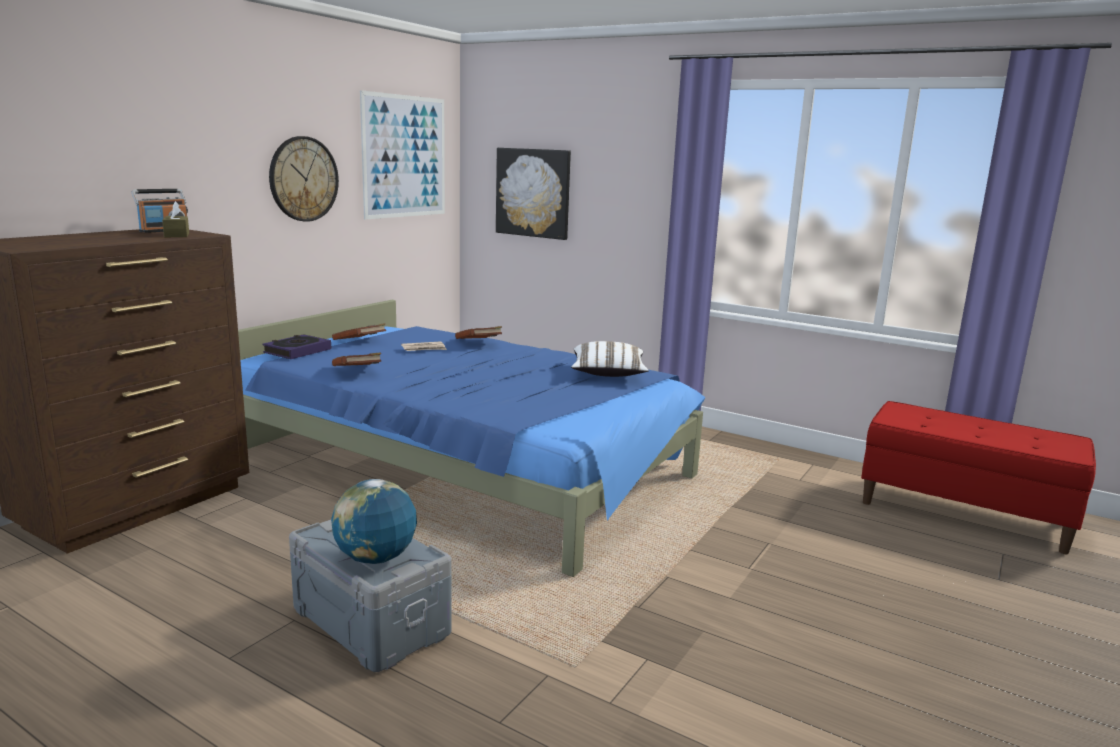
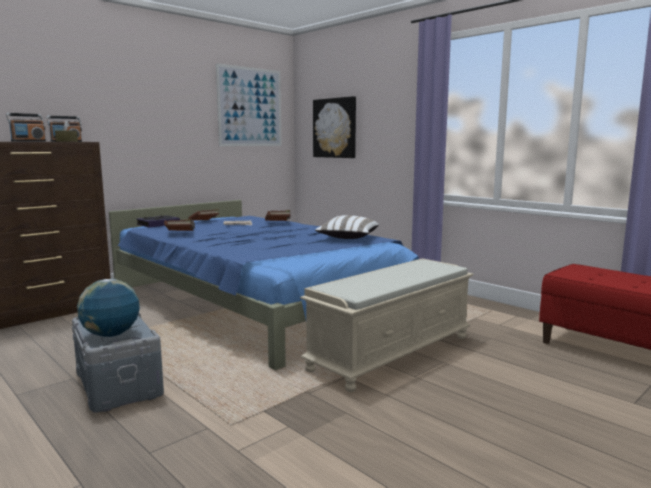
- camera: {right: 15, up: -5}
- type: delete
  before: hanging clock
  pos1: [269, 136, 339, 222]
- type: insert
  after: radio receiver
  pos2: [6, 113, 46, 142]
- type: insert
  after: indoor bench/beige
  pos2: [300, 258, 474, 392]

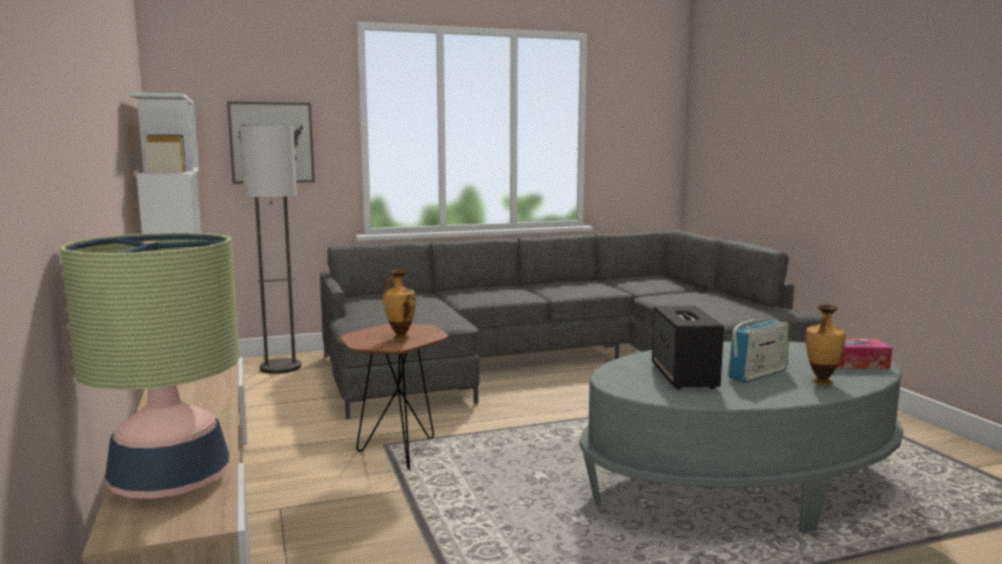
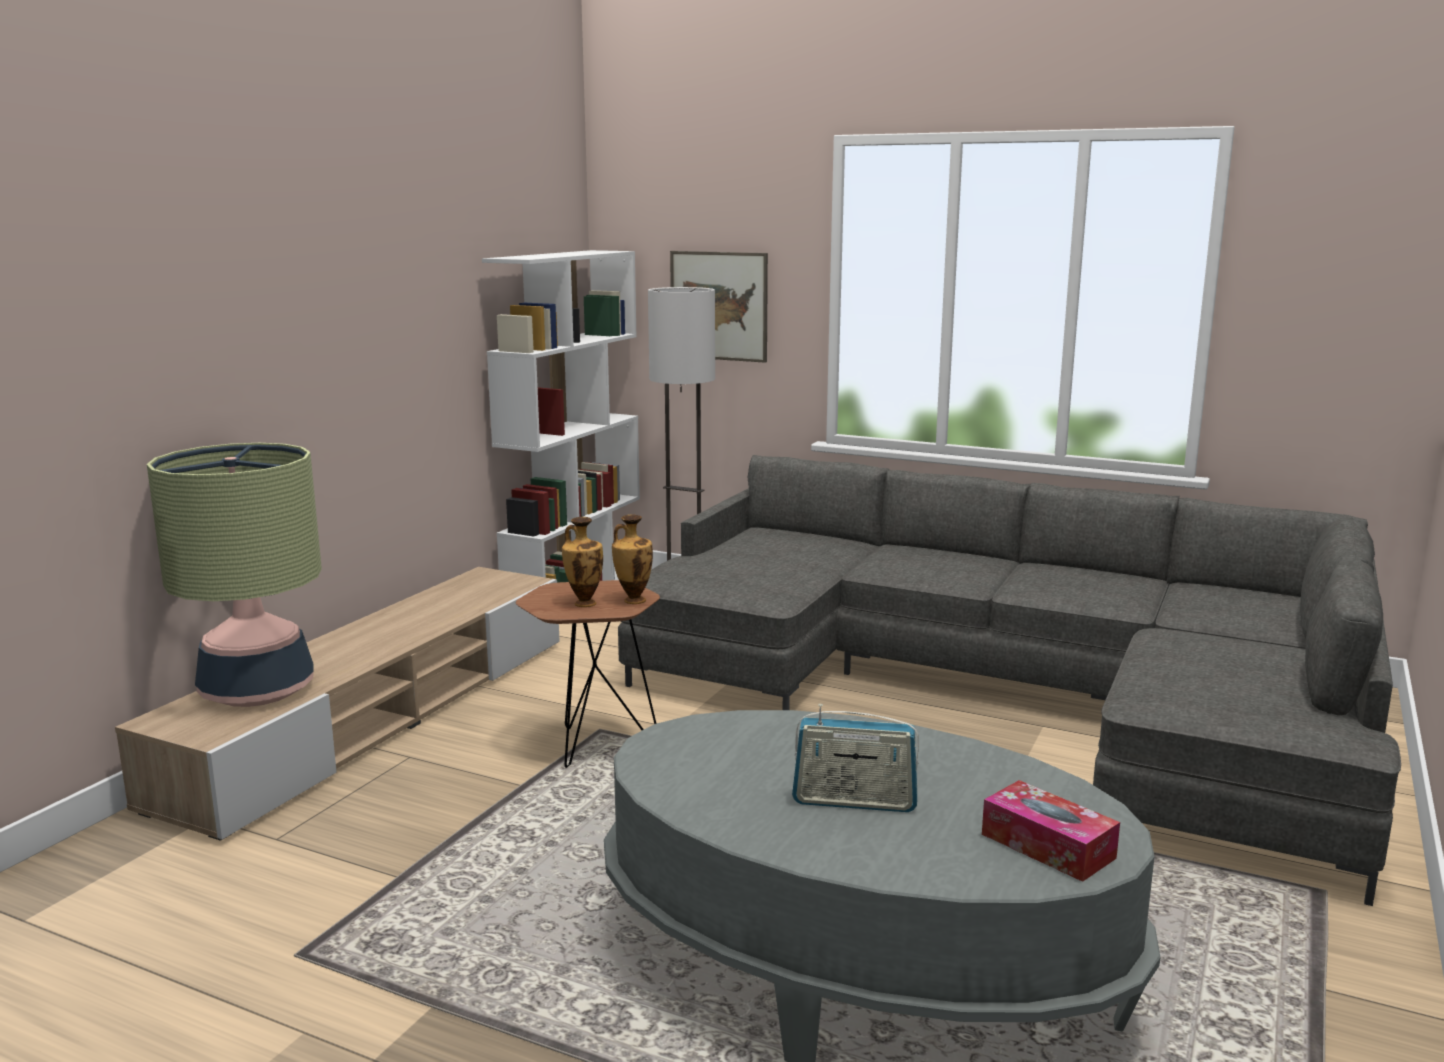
- camera: {right: 45, up: 5}
- type: delete
  before: speaker
  pos1: [652, 306, 724, 390]
- type: move
  before: decorative vase
  pos1: [806, 305, 846, 385]
  pos2: [612, 514, 653, 604]

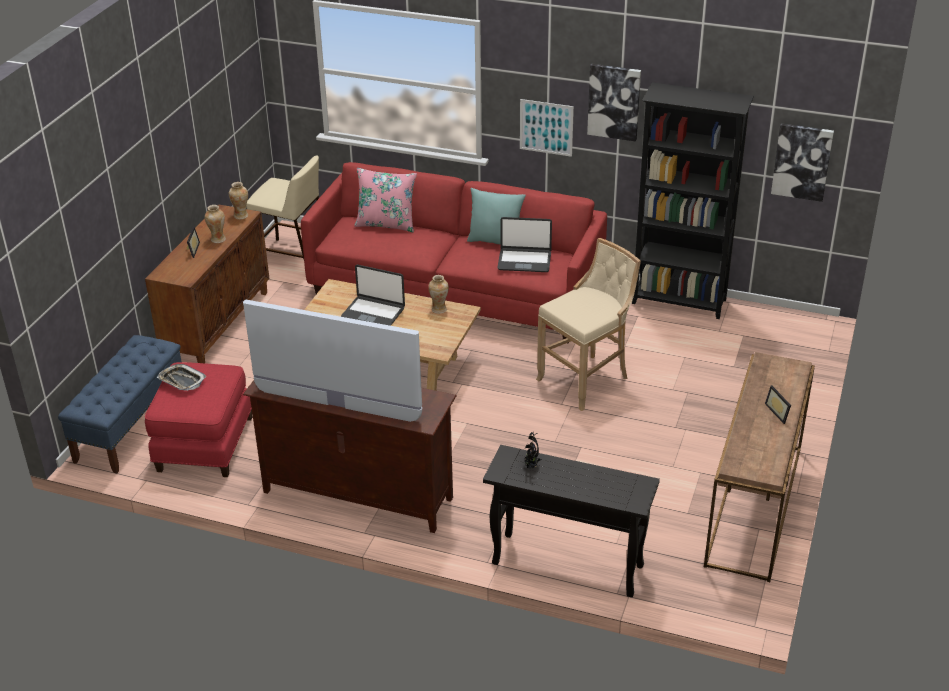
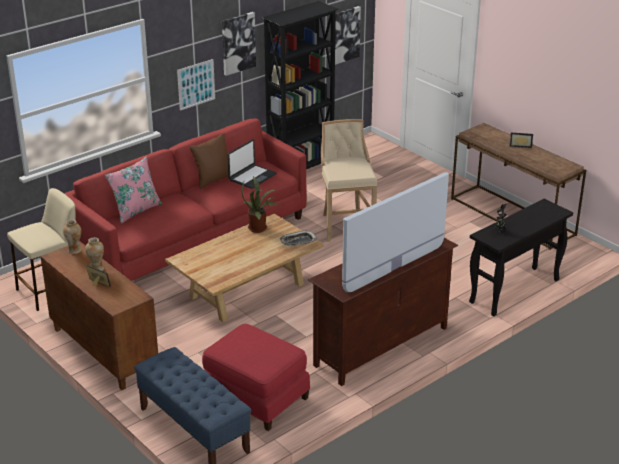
- camera: {right: -60, up: -5}
- type: move
  before: serving tray
  pos1: [157, 364, 206, 391]
  pos2: [280, 230, 317, 247]
- type: delete
  before: portable computer
  pos1: [341, 265, 405, 326]
- type: replace
  before: decorative vase
  after: plant in a pot
  pos1: [428, 275, 449, 314]
  pos2: [241, 177, 277, 233]
- type: recolor
  before: cushion/turquoise
  after: cushion/brown-coloured
  pos1: [467, 188, 526, 245]
  pos2: [190, 133, 229, 189]

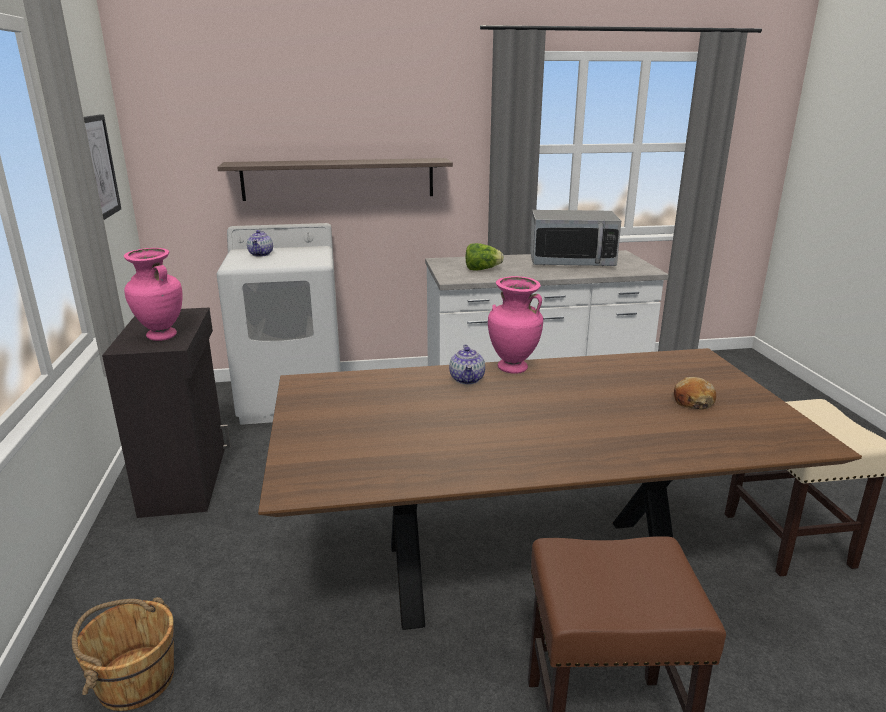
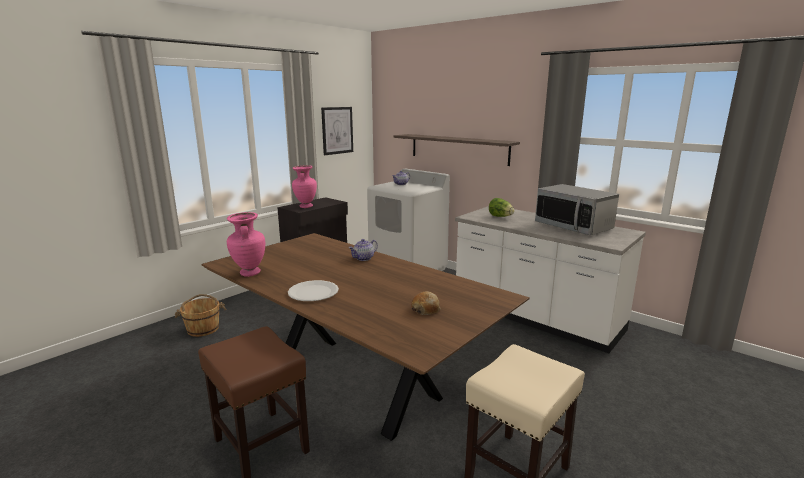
- camera: {right: 50, up: -5}
- type: move
  before: decorative vase/pink
  pos1: [488, 276, 543, 374]
  pos2: [227, 212, 265, 277]
- type: insert
  after: dinner plate/whitish
  pos2: [288, 280, 339, 301]

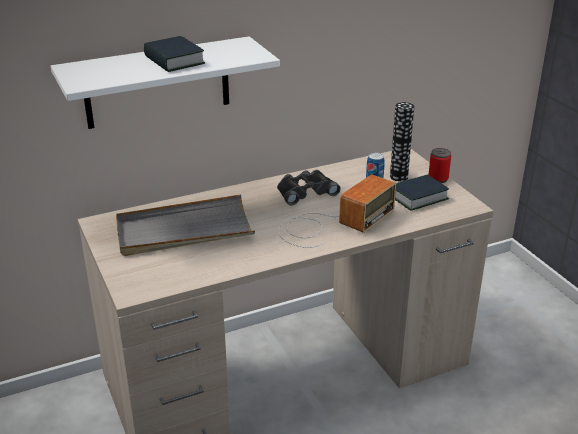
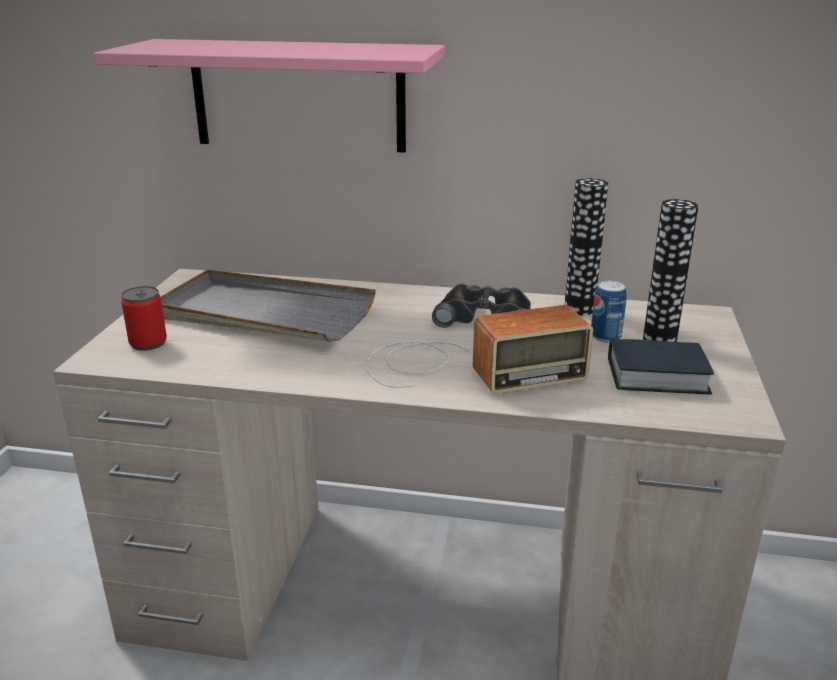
- camera: {right: 35, up: -5}
- type: recolor
  before: shelf/whitish
  after: shelf/pink
  pos1: [51, 36, 280, 129]
  pos2: [94, 39, 445, 153]
- type: delete
  before: volume
  pos1: [143, 36, 205, 72]
- type: move
  before: sealed can
  pos1: [428, 148, 451, 183]
  pos2: [121, 286, 167, 351]
- type: insert
  after: decorative vase
  pos2: [565, 178, 608, 316]

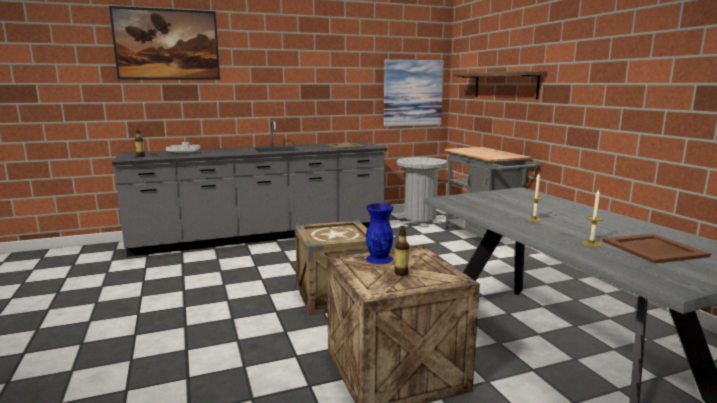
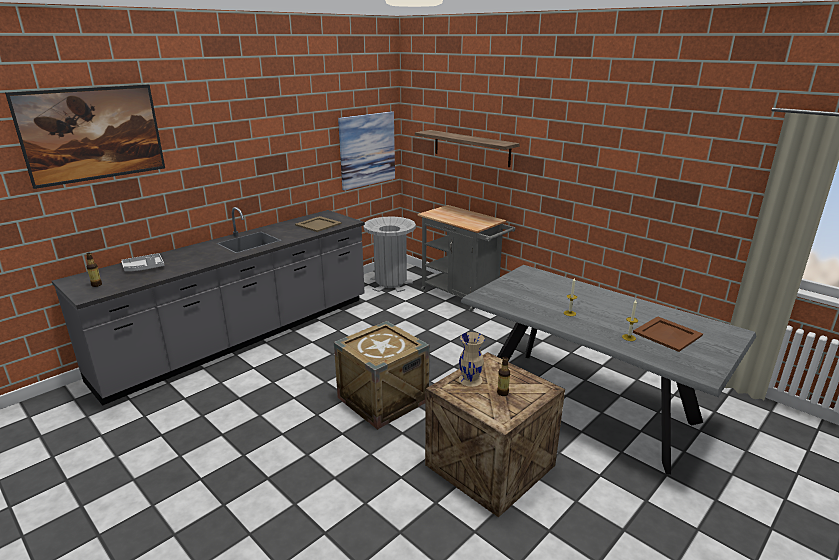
- camera: {right: -25, up: 10}
- type: recolor
  before: decorative vase/blue
  after: decorative vase/beige
  pos1: [366, 203, 394, 264]
  pos2: [459, 332, 485, 387]

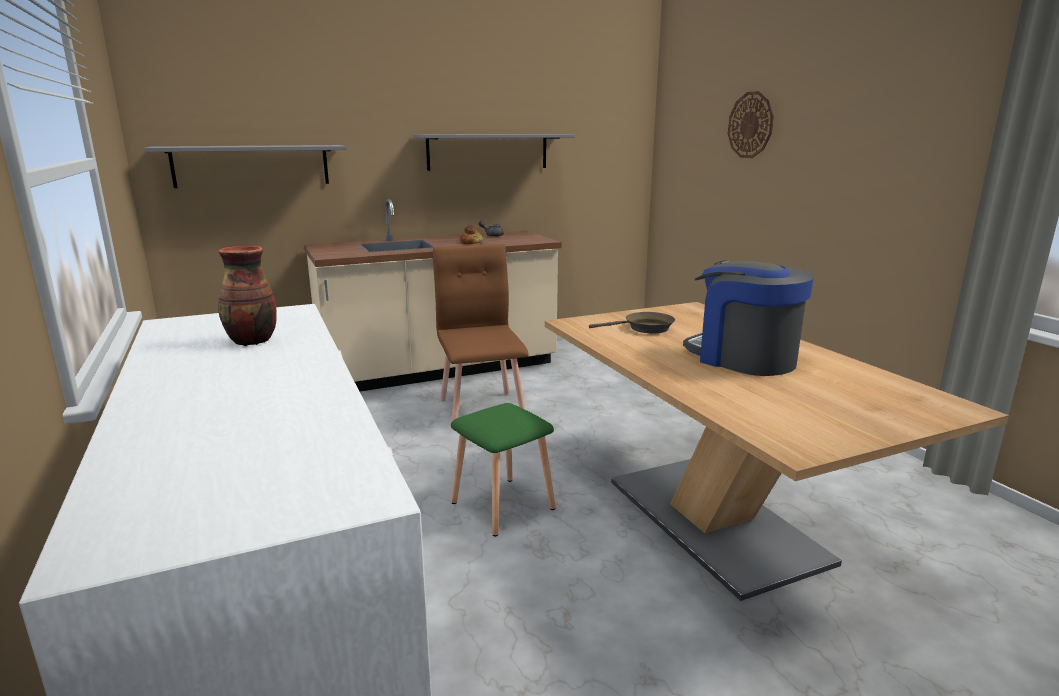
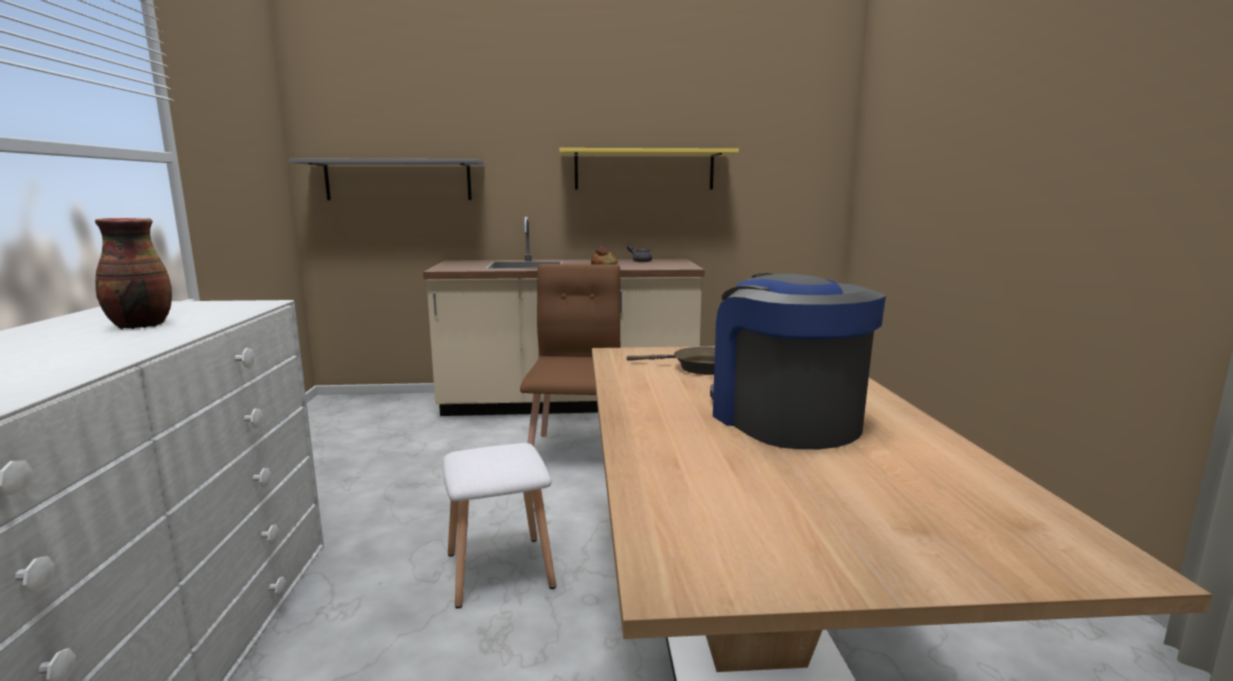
- camera: {right: 20, up: -5}
- type: recolor
  before: shelf/grey
  after: shelf/yellow-coloured
  pos1: [413, 134, 575, 171]
  pos2: [559, 148, 739, 189]
- type: recolor
  before: stool/green-coloured
  after: stool/whitish
  pos1: [451, 403, 556, 536]
  pos2: [443, 443, 556, 608]
- type: delete
  before: hanging clock
  pos1: [728, 91, 774, 158]

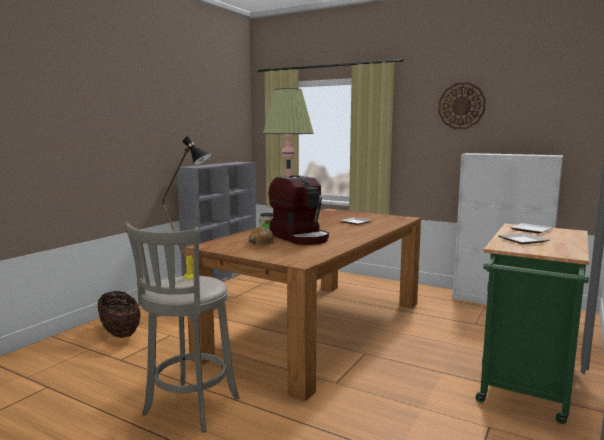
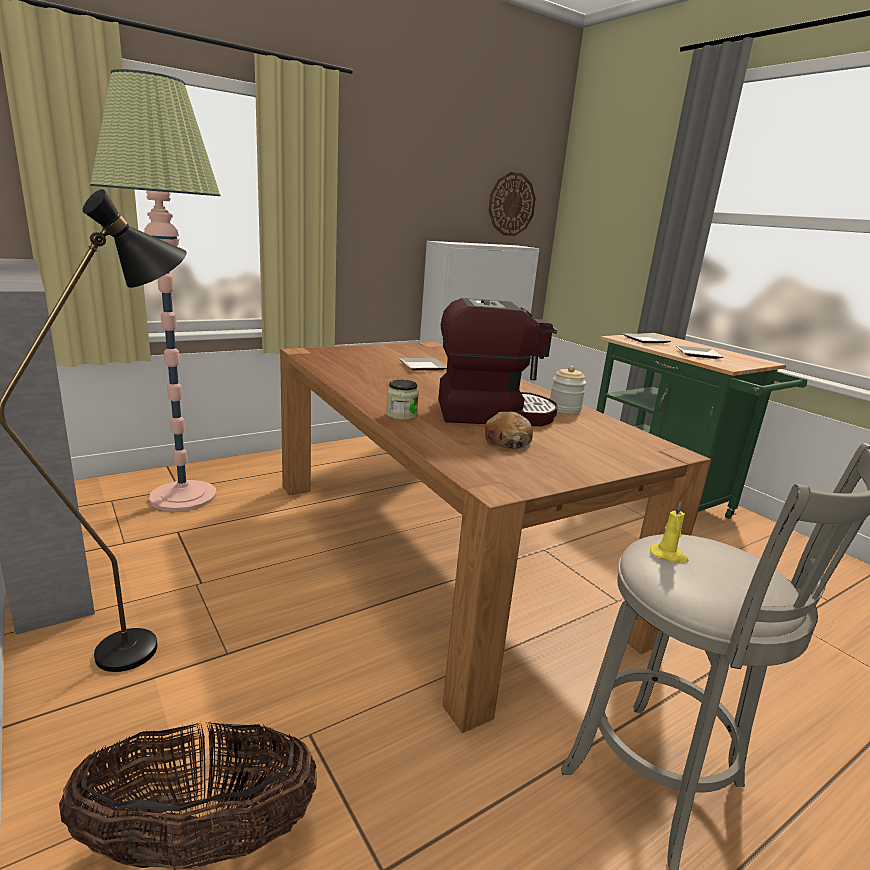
- camera: {right: -65, up: 10}
- type: move
  before: hanging clock
  pos1: [438, 82, 486, 129]
  pos2: [489, 172, 536, 236]
- type: insert
  after: jar
  pos2: [550, 366, 586, 414]

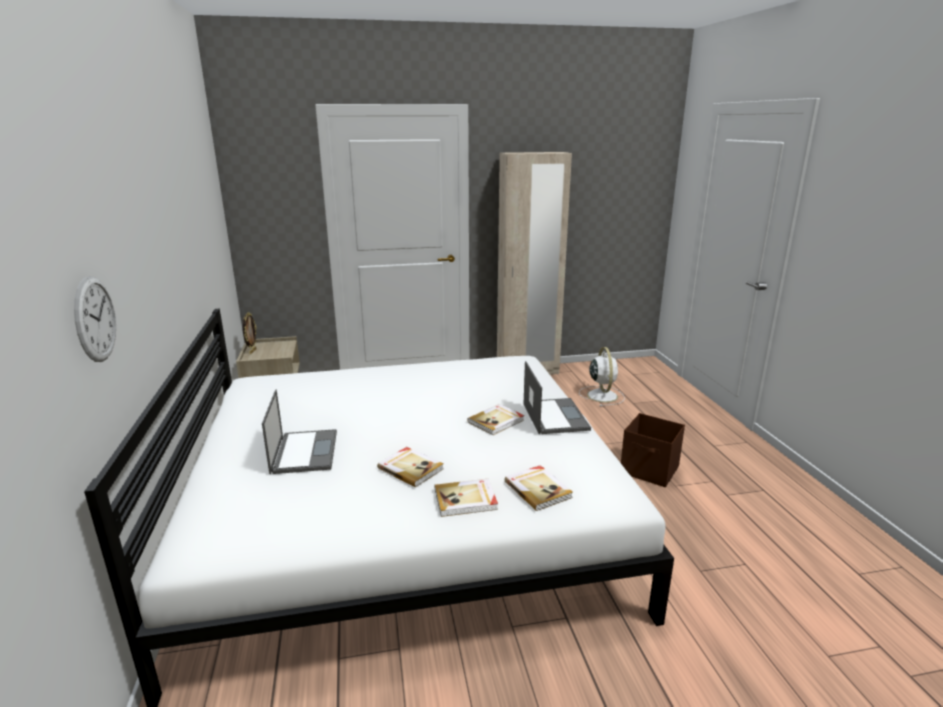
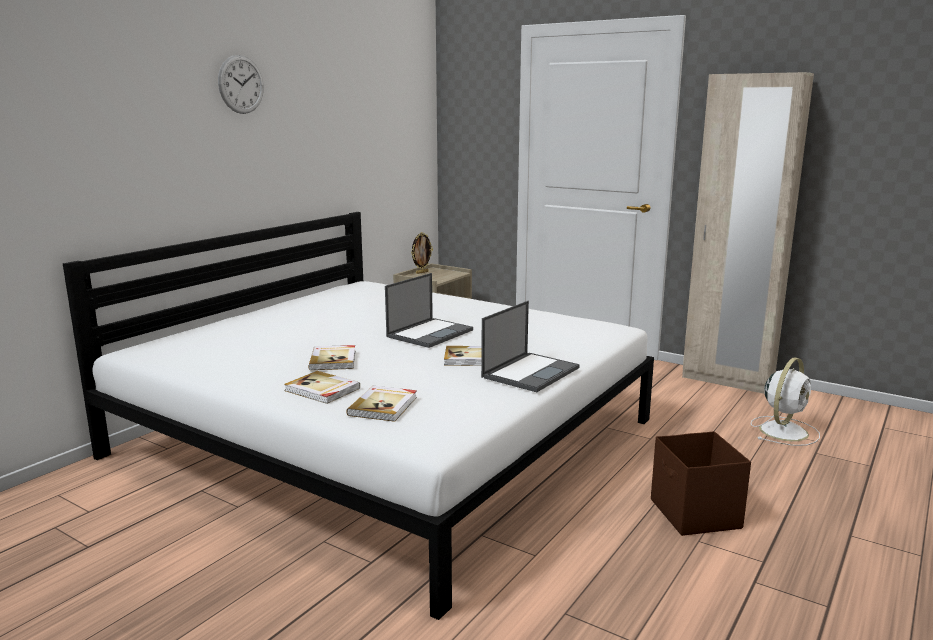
- camera: {right: 45, up: -5}
- type: move
  before: hanging clock
  pos1: [74, 276, 116, 362]
  pos2: [218, 55, 264, 114]
- type: move
  before: portable computer
  pos1: [262, 390, 337, 474]
  pos2: [385, 273, 473, 348]

